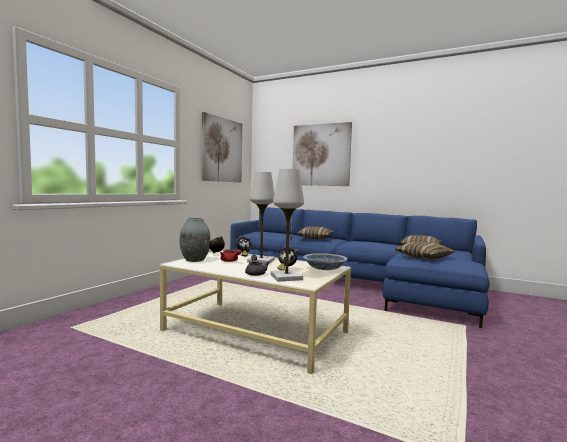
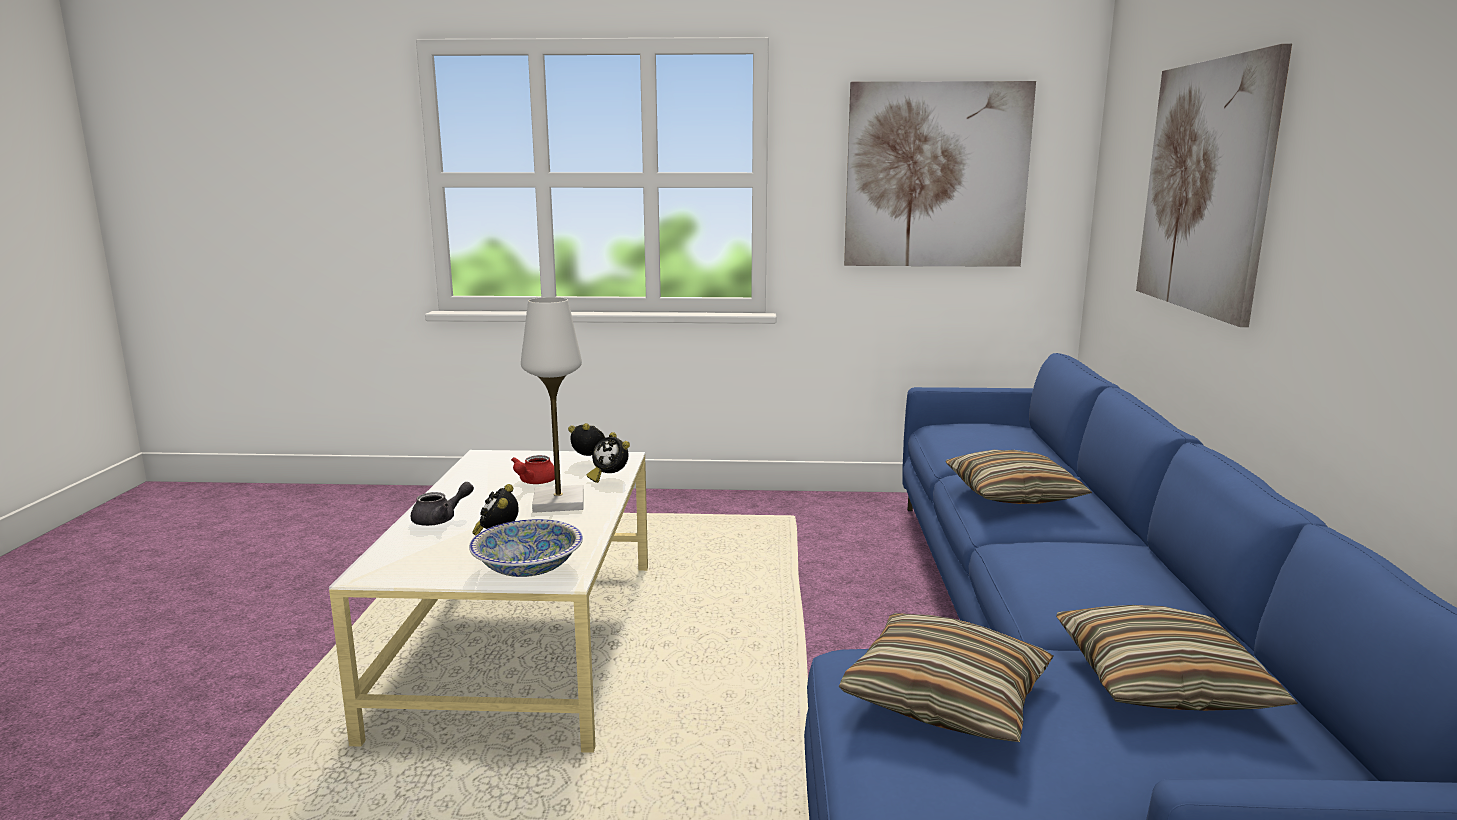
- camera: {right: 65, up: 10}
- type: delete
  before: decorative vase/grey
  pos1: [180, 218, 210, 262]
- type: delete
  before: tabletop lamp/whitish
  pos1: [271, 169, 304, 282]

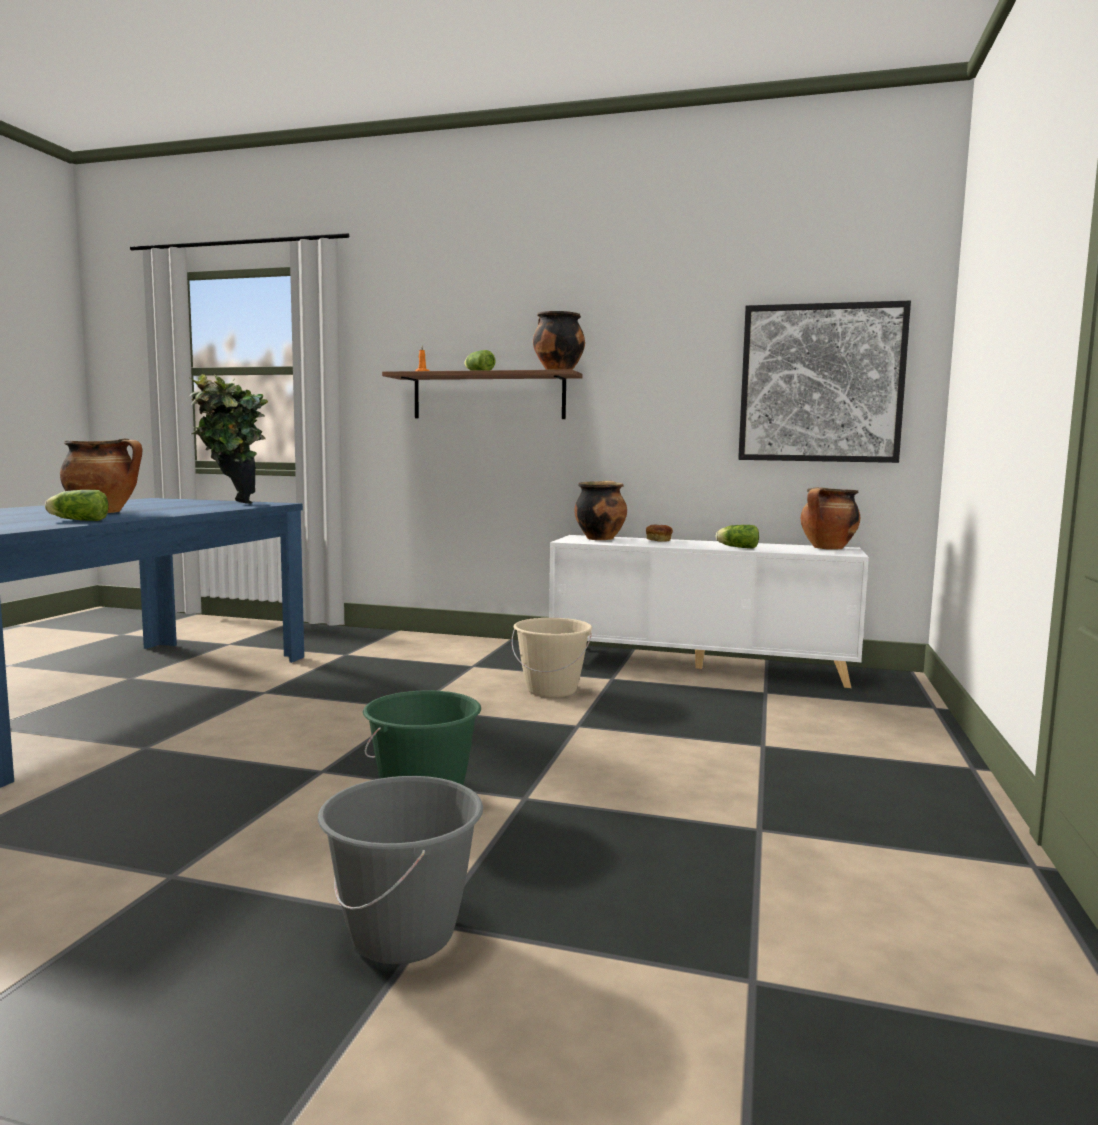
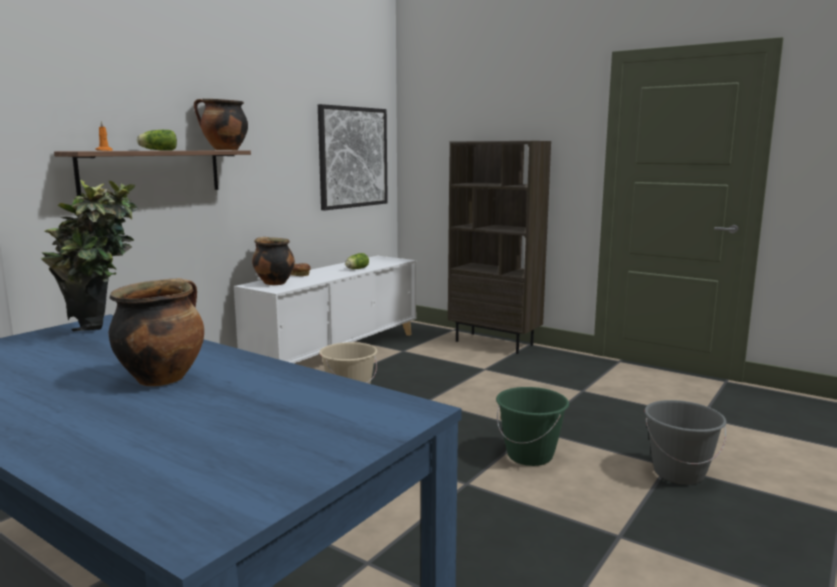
- camera: {right: -70, up: 5}
- type: delete
  before: lettuce
  pos1: [45, 490, 109, 521]
- type: delete
  before: saucepot
  pos1: [801, 487, 860, 550]
- type: insert
  after: bookcase/brown-coloured
  pos2: [448, 141, 551, 354]

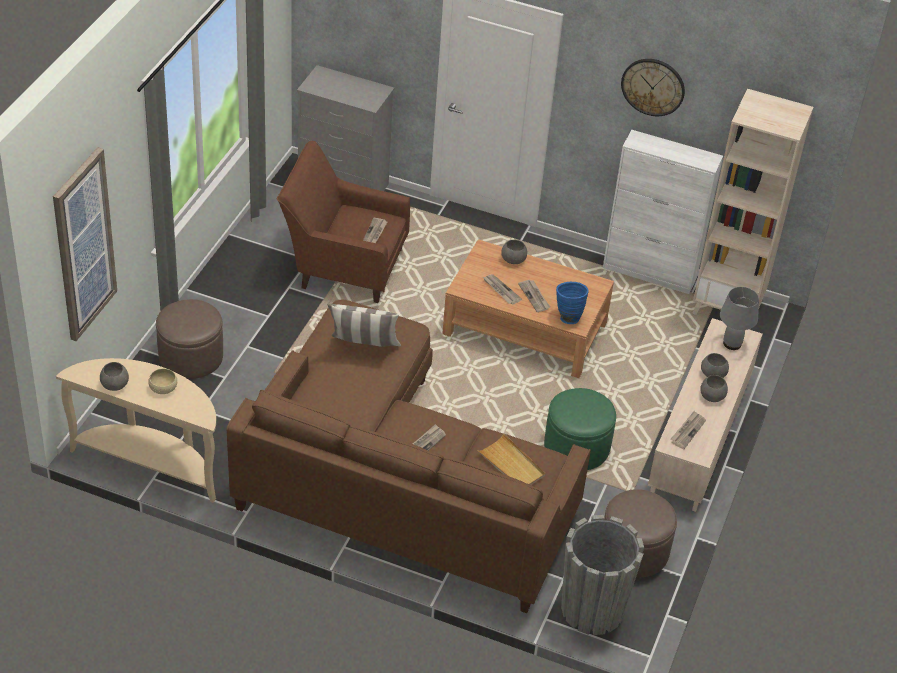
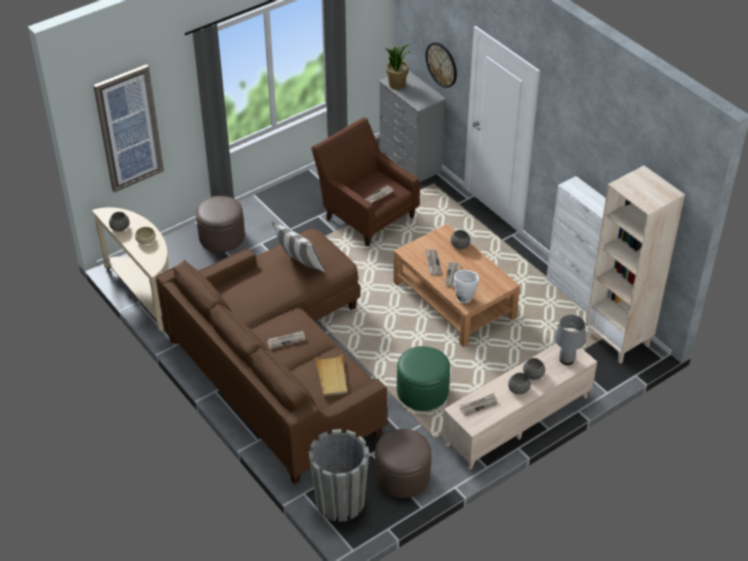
- camera: {right: 35, up: 0}
- type: recolor
  before: decorative vase/blue
  after: decorative vase/whitish
  pos1: [556, 282, 589, 324]
  pos2: [454, 270, 479, 303]
- type: move
  before: hanging clock
  pos1: [621, 59, 685, 116]
  pos2: [426, 42, 457, 88]
- type: insert
  after: plant in a pot
  pos2: [384, 44, 412, 90]

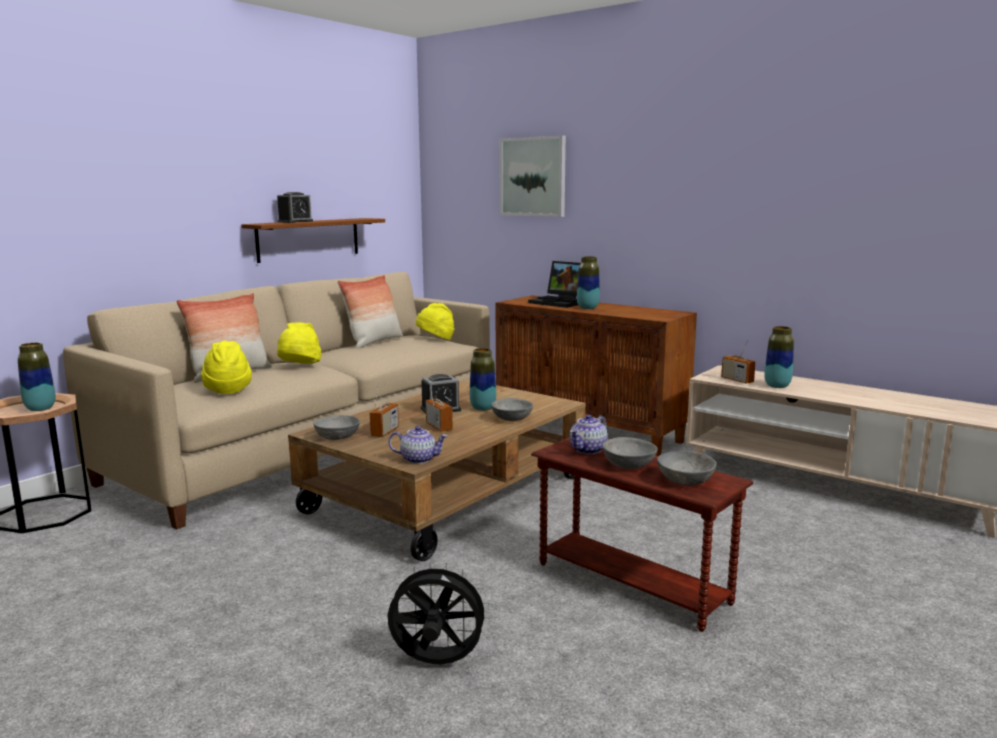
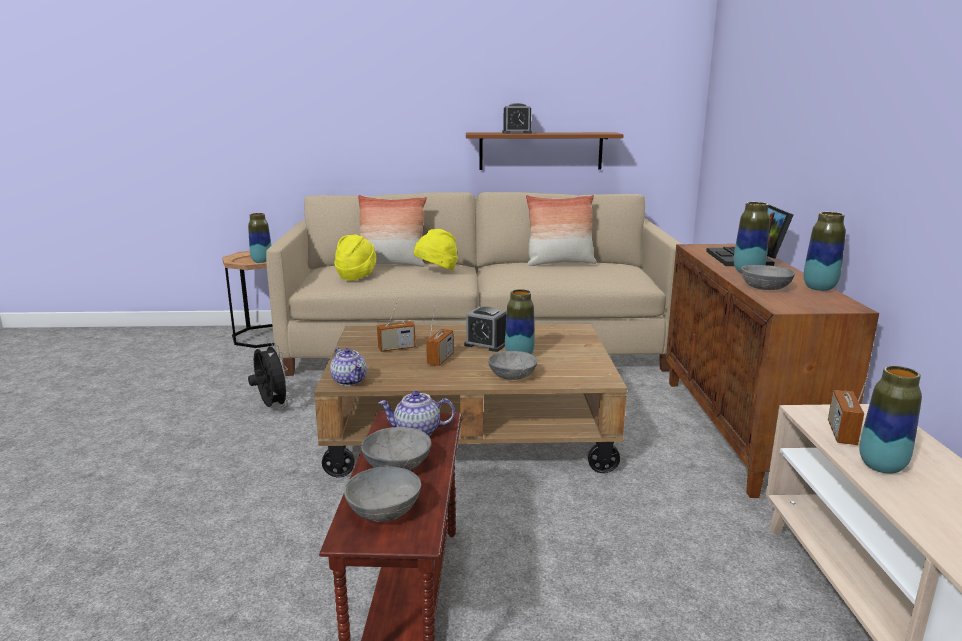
- camera: {right: 50, up: 5}
- type: move
  before: serving bowl/grey
  pos1: [313, 415, 360, 440]
  pos2: [741, 265, 795, 290]
- type: move
  before: fan/blackish
  pos1: [386, 561, 491, 664]
  pos2: [248, 342, 291, 408]
- type: delete
  before: clothing hat/yellow-coloured
  pos1: [416, 303, 454, 340]
- type: delete
  before: wall picture
  pos1: [499, 135, 566, 217]
- type: insert
  after: decorative vase
  pos2: [803, 212, 846, 291]

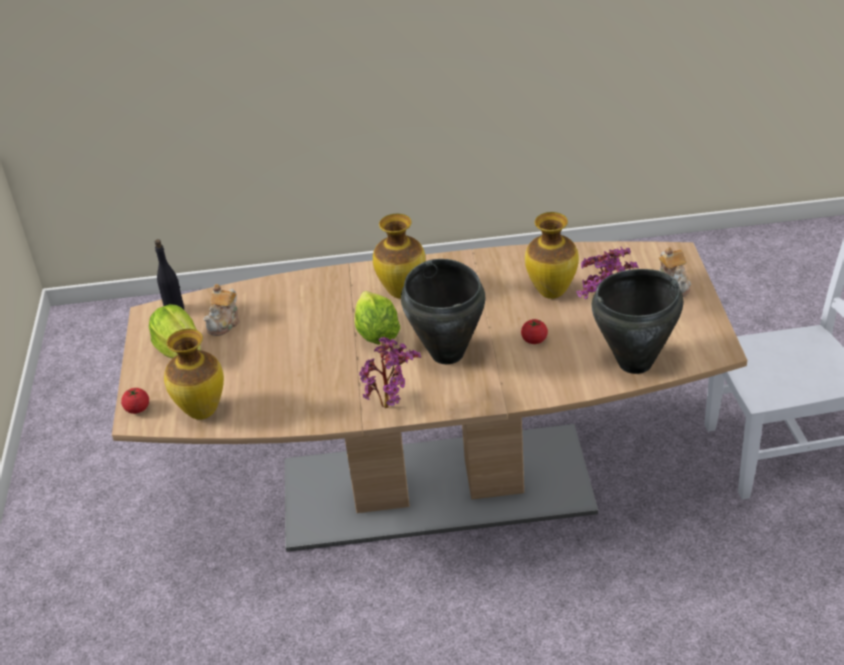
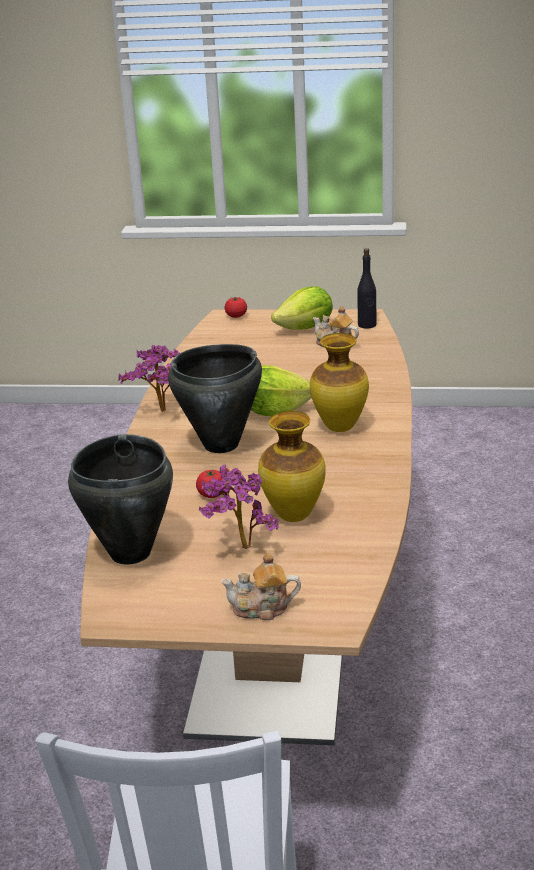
- camera: {right: 100, up: -10}
- type: delete
  before: decorative vase
  pos1: [164, 329, 224, 419]

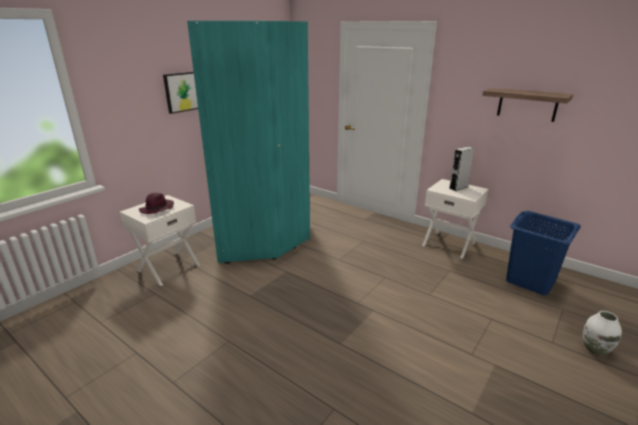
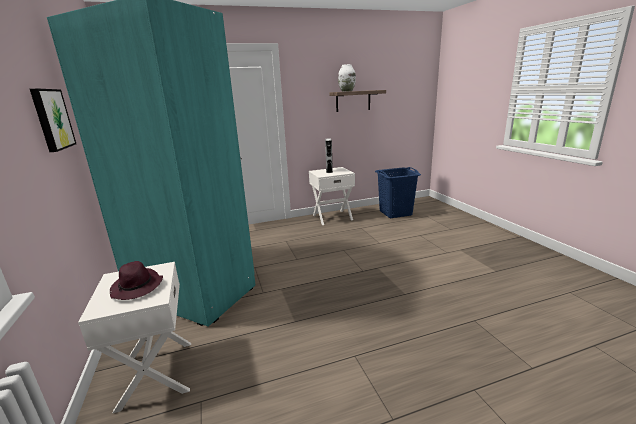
- camera: {right: -55, up: -5}
- type: move
  before: decorative vase/whitish
  pos1: [582, 311, 622, 355]
  pos2: [338, 64, 356, 92]

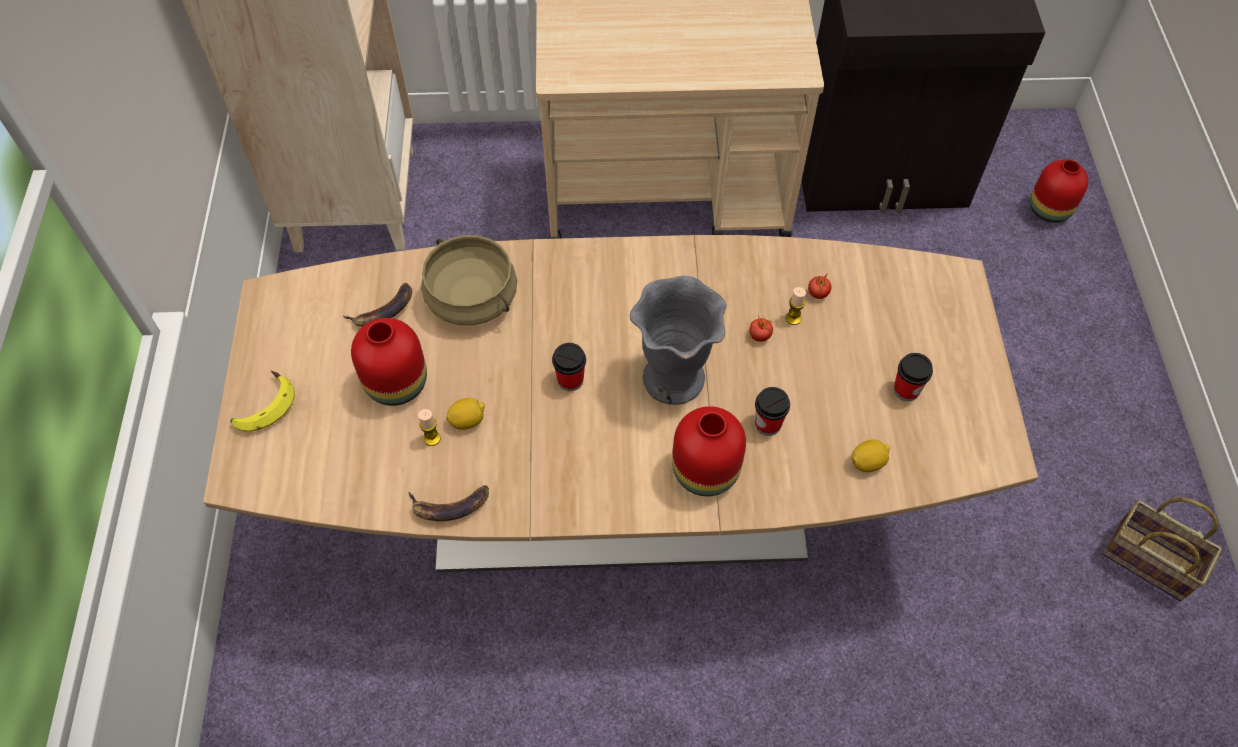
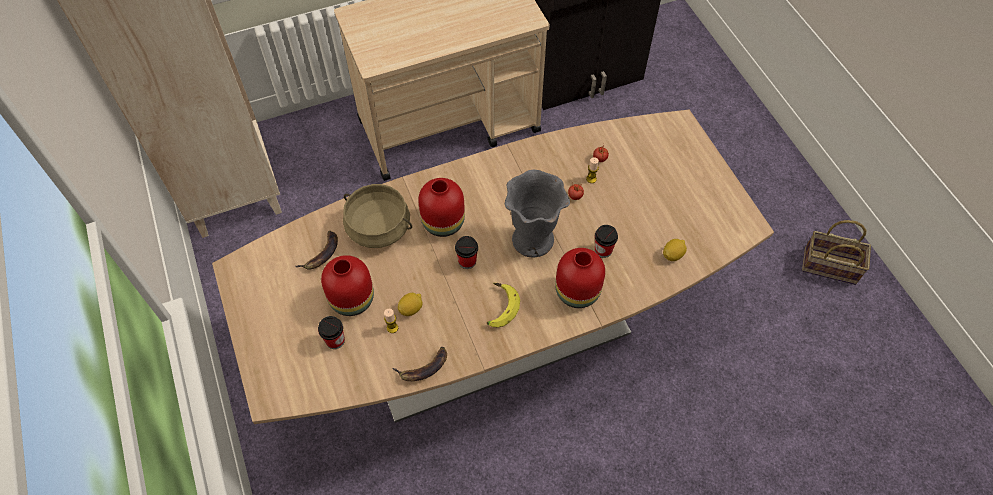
- camera: {right: -20, up: 0}
- type: move
  before: whole banana
  pos1: [231, 370, 295, 432]
  pos2: [487, 283, 520, 328]
- type: move
  before: small cup
  pos1: [894, 353, 933, 401]
  pos2: [318, 316, 345, 349]
- type: move
  before: decorative vase/reddish
  pos1: [1030, 160, 1088, 223]
  pos2: [418, 178, 465, 237]

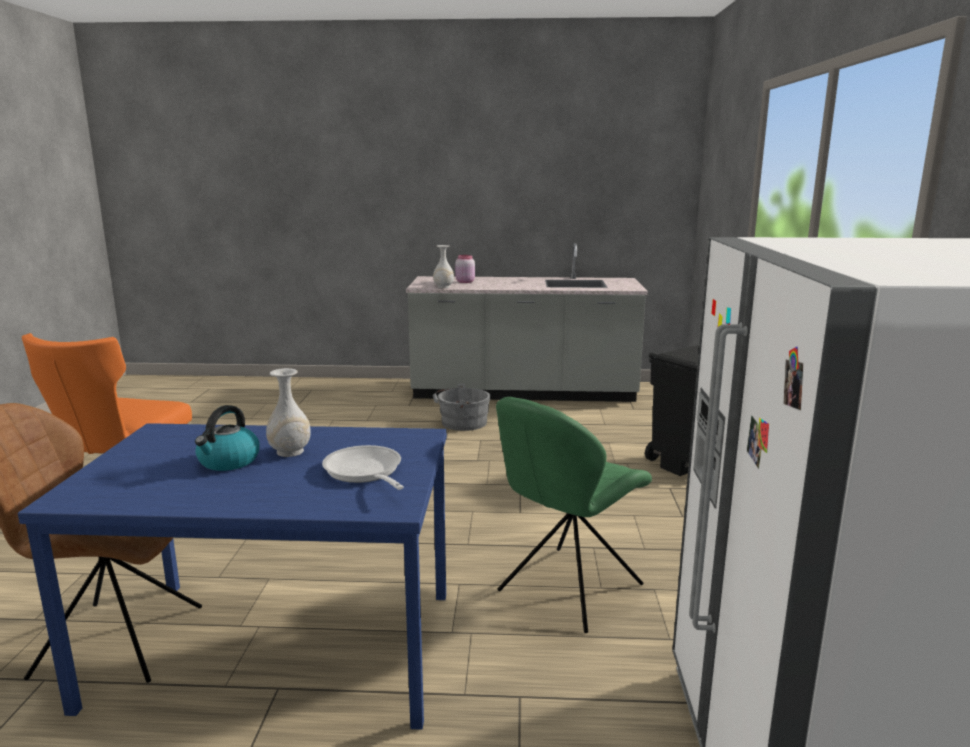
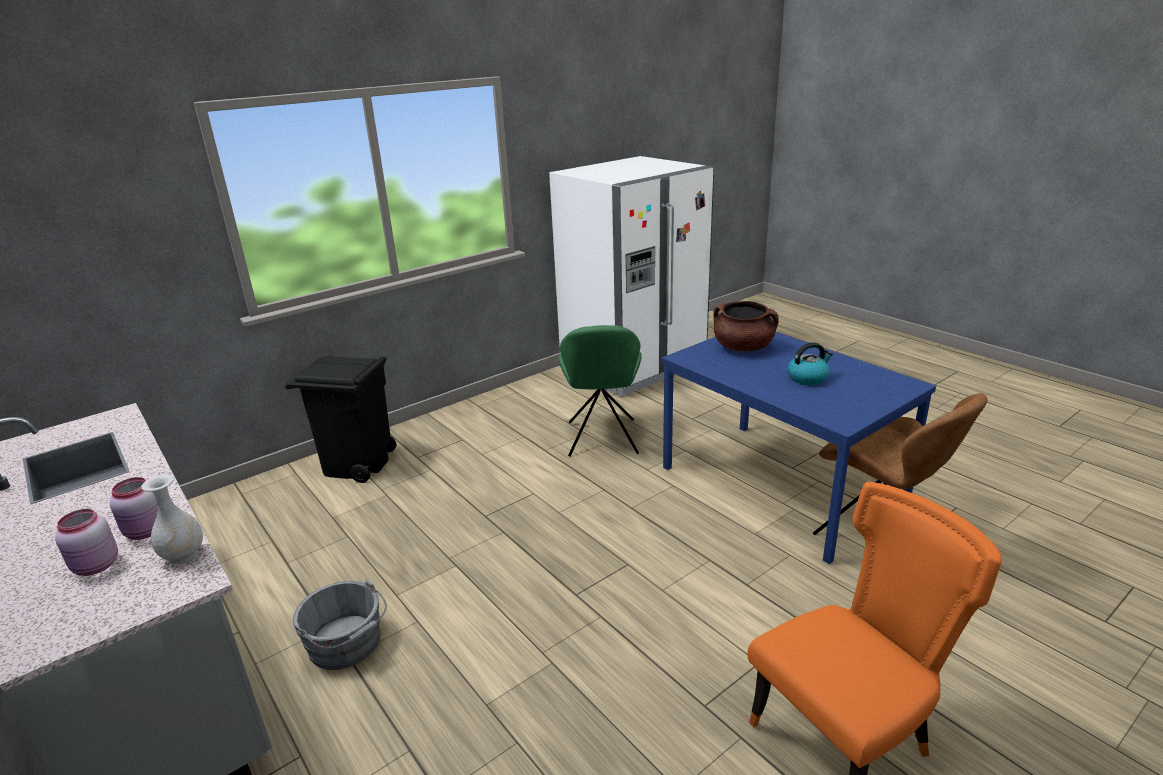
- camera: {right: -130, up: 10}
- type: delete
  before: decorative vase/whitish
  pos1: [266, 368, 311, 457]
- type: replace
  before: skillet
  after: saucepot/brown-coloured
  pos1: [322, 445, 404, 490]
  pos2: [714, 301, 779, 351]
- type: rotate
  before: chair/green-coloured
  pos1: [496, 397, 652, 633]
  pos2: [558, 325, 642, 456]
  turn: 90
- type: insert
  after: jar/pink
  pos2: [110, 477, 158, 540]

